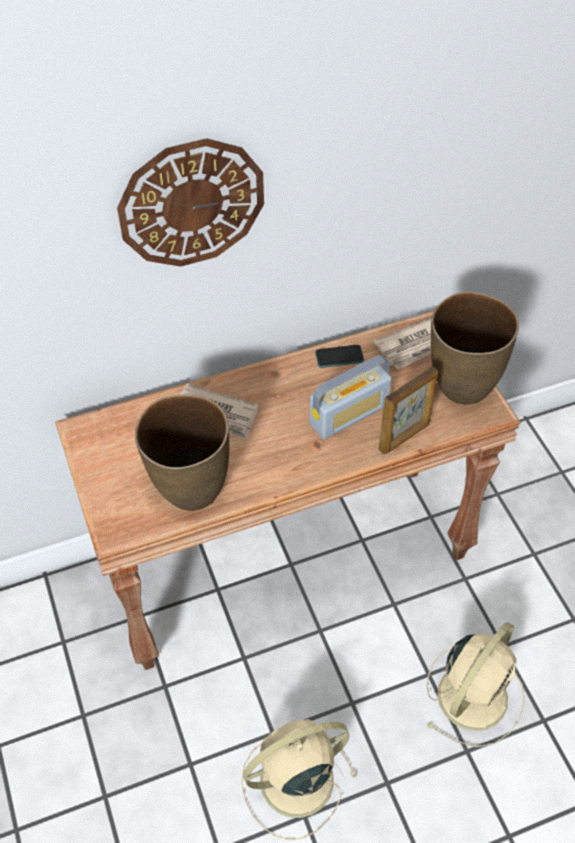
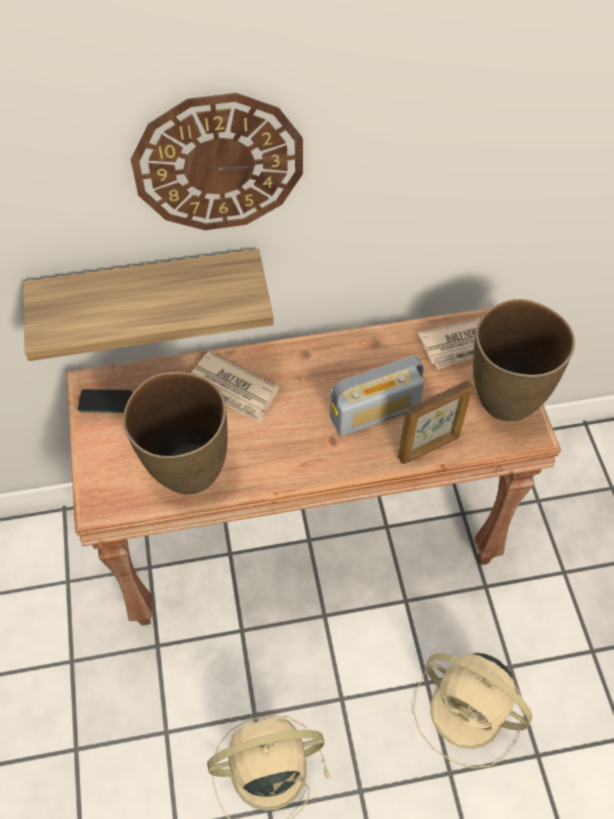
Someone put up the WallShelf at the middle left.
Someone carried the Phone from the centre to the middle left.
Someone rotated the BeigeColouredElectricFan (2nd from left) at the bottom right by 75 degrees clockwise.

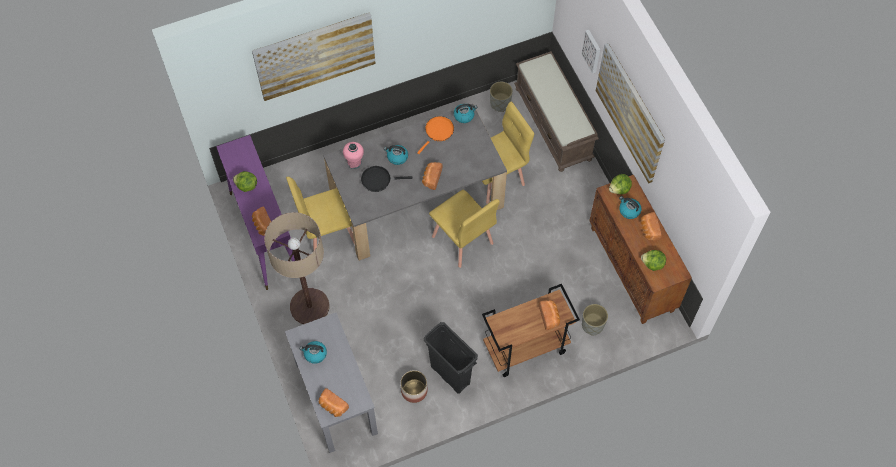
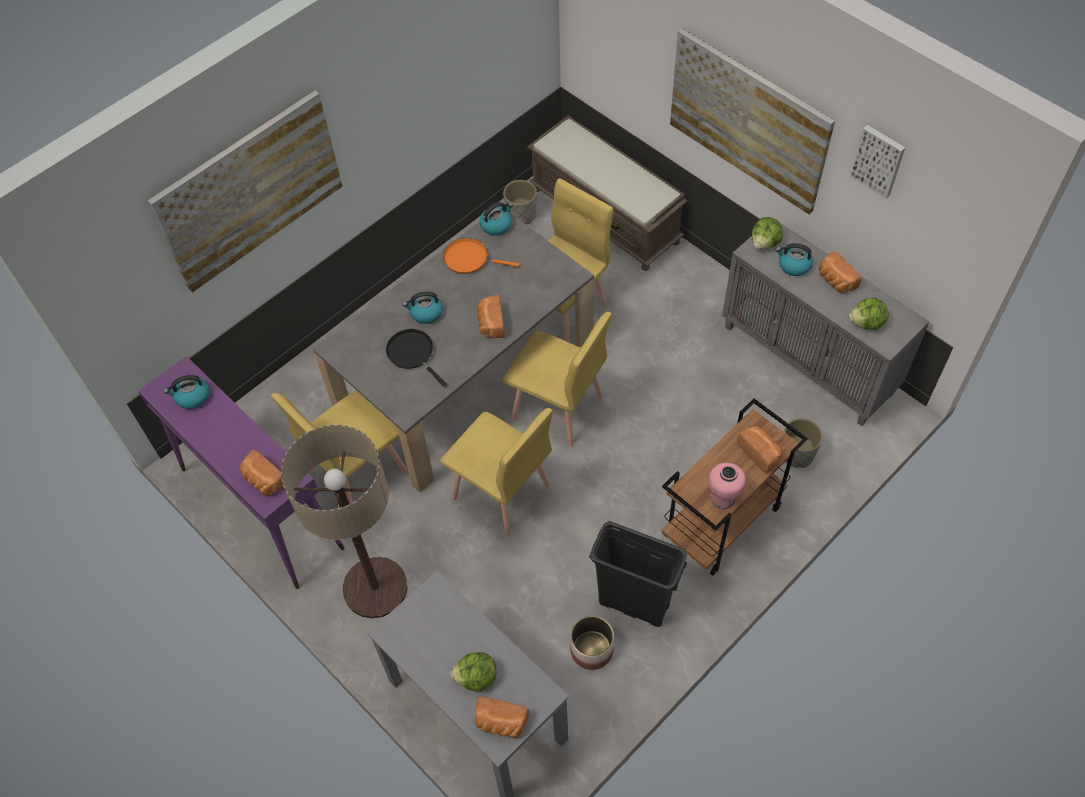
Someone put down the YellowColouredChair (2nd from left) at the centre.
Someone carried the LettuceHead (1st from left) from the middle left to the bottom centre.
Someone carried the Kettle (1st from left) from the bottom centre to the middle left.
Someone carried the PinkishDecorativeVase from the top centre to the middle right.
Someone carried the WallArt (2nd from left in the first image) from the top centre to the top right.
Someone repainted the BrownCabinet at the middle right, which became the GreyishCabinet at the middle right.
Someone rotated the BlackPan at the centre by 75 degrees clockwise.
Someone rotated the OrangeColouredPan at the top centre by 90 degrees counterclockwise.

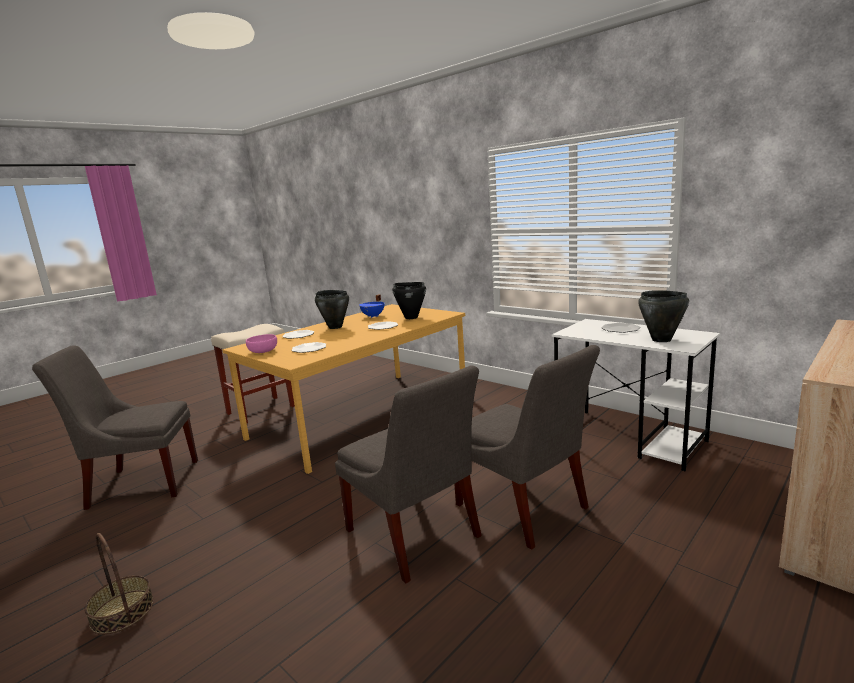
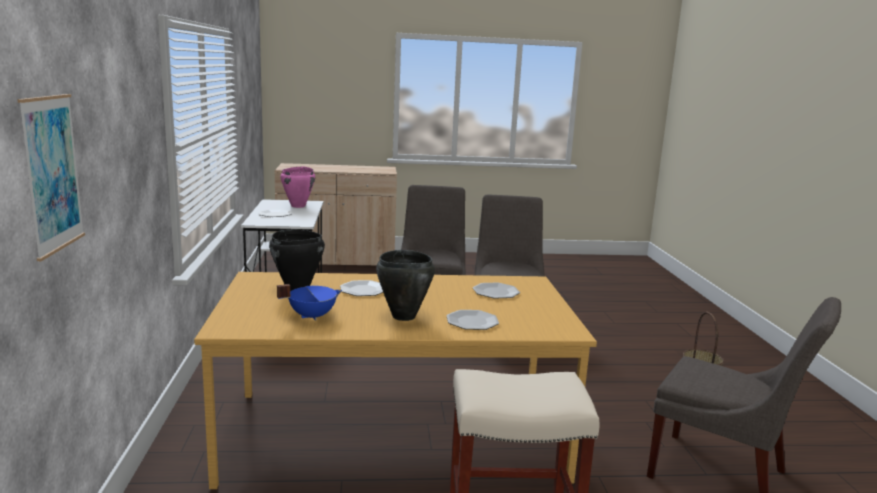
Someone took away the PinkishBowl at the middle left.
Someone put up the WallArt at the middle left.
Someone repainted the BlackSaucepot (3rd from left) at the middle right, which became the PinkishSaucepot at the centre.

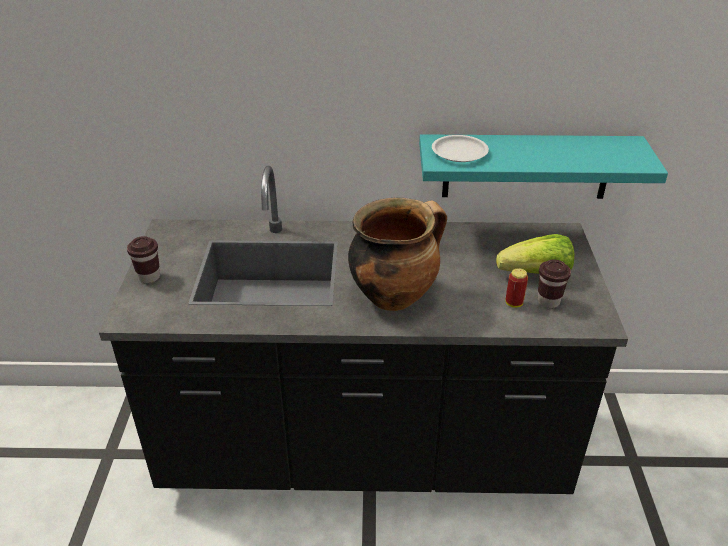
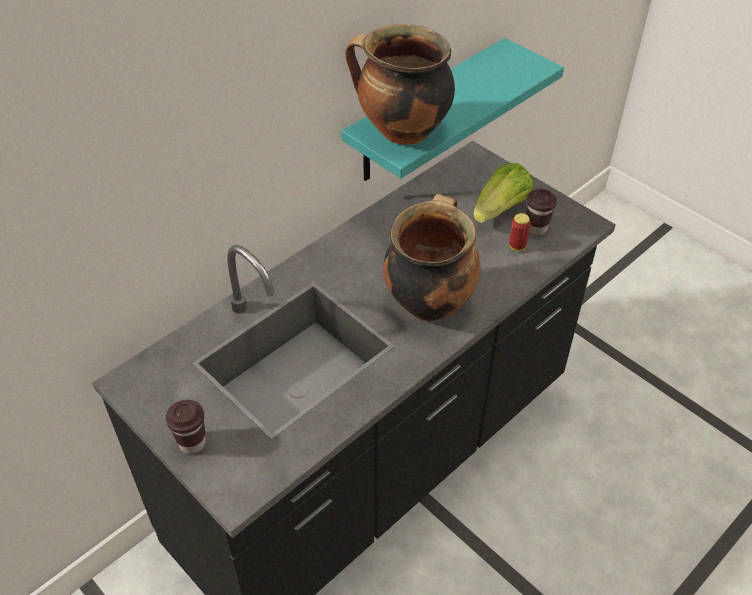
Someone swapped the WhiteFlatDish at the top centre for the Saucepot (1st from left) at the top centre.

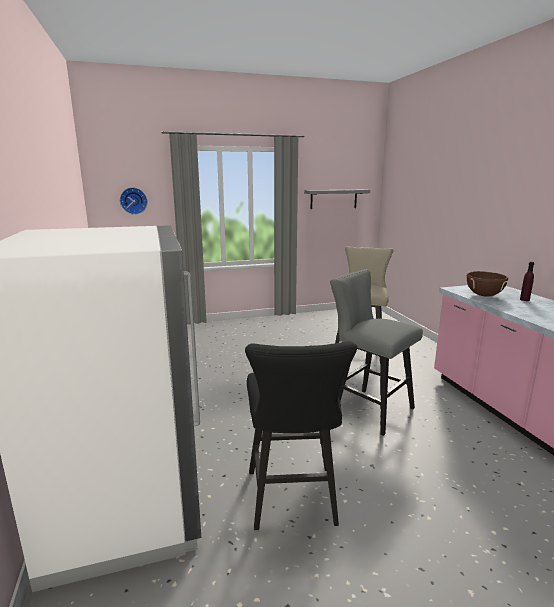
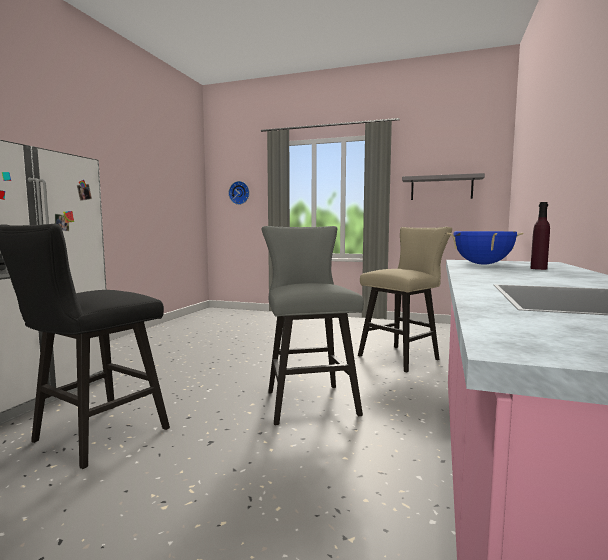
Someone repainted the BrownSaucepot at the middle right, which became the BlueSaucepot at the middle right.

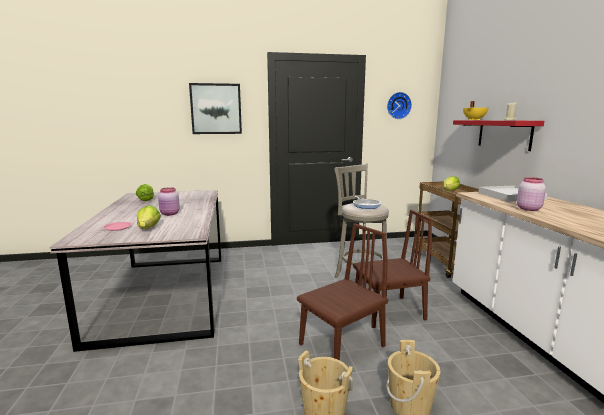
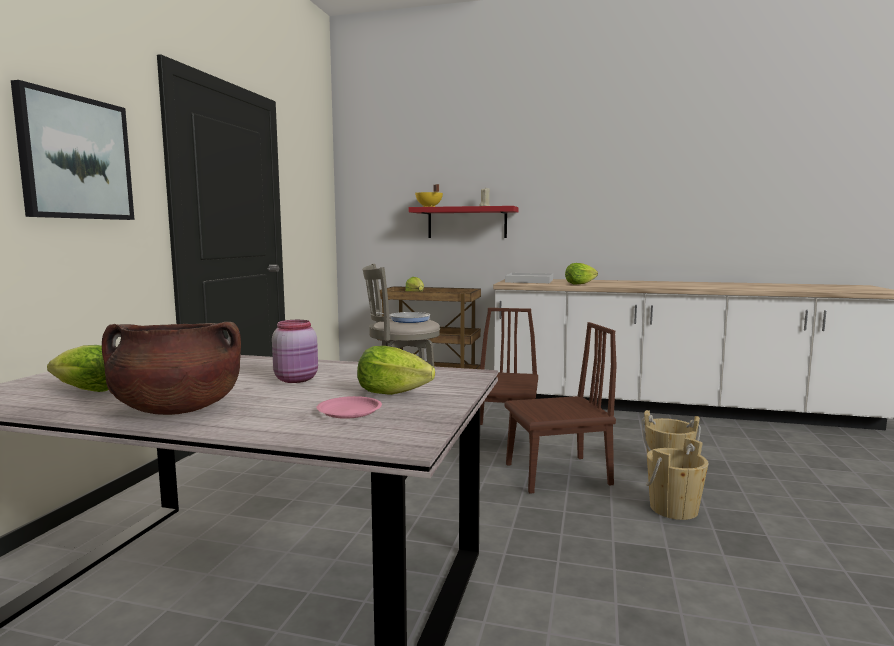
Someone took away the WallClock at the top centre.
Someone put down the BrownSaucepot at the middle left.
Someone swapped the PinkishStorageJar (2nd from left) at the middle right for the LettuceHead (4th from left) at the centre.
Someone rotated the BrownChair (1st from left in the first image) at the bottom centre by 90 degrees clockwise.

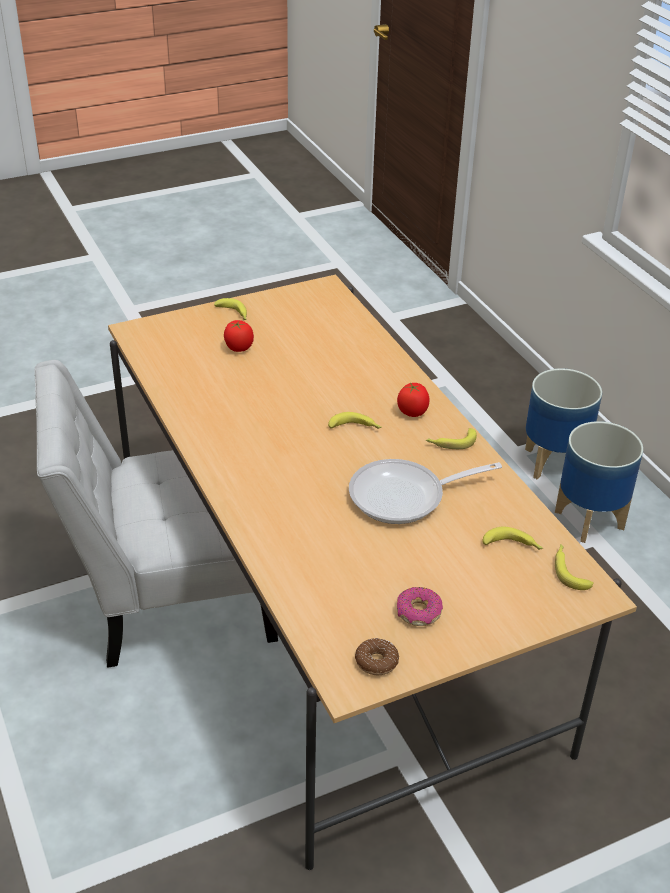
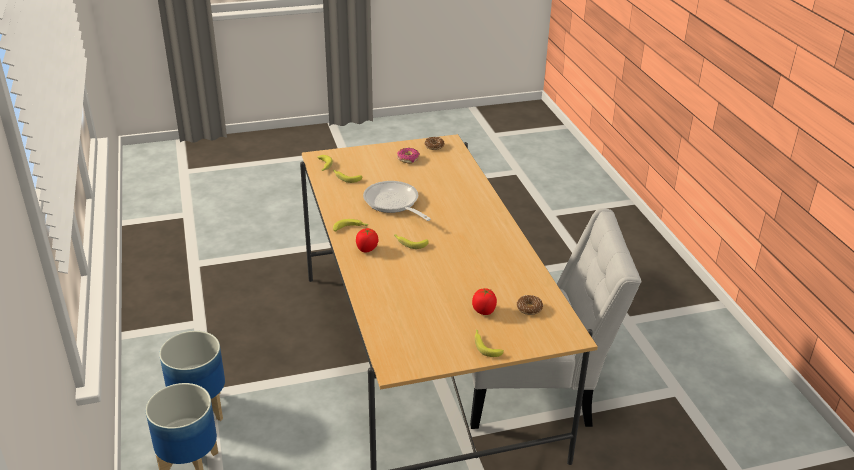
Someone put down the Doughnut (3rd from left) at the centre.
Someone rotated the Pan at the centre by 120 degrees counterclockwise.

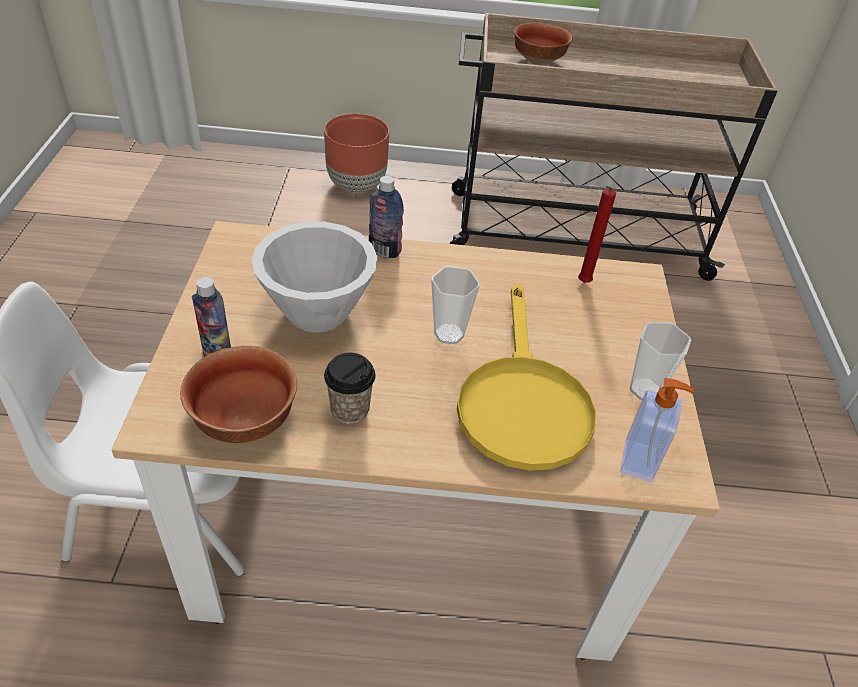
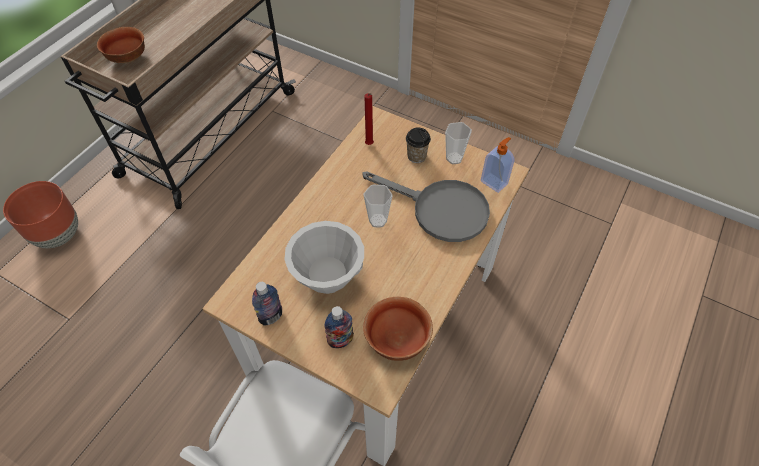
Someone carried the Cup (1st from left in the first image) from the centre to the top centre.
Someone carried the DrinkBottle (2nd from left in the first image) from the top centre to the centre.
Someone repainted the YellowColouredPan at the centre, which became the GreyishPan at the centre.

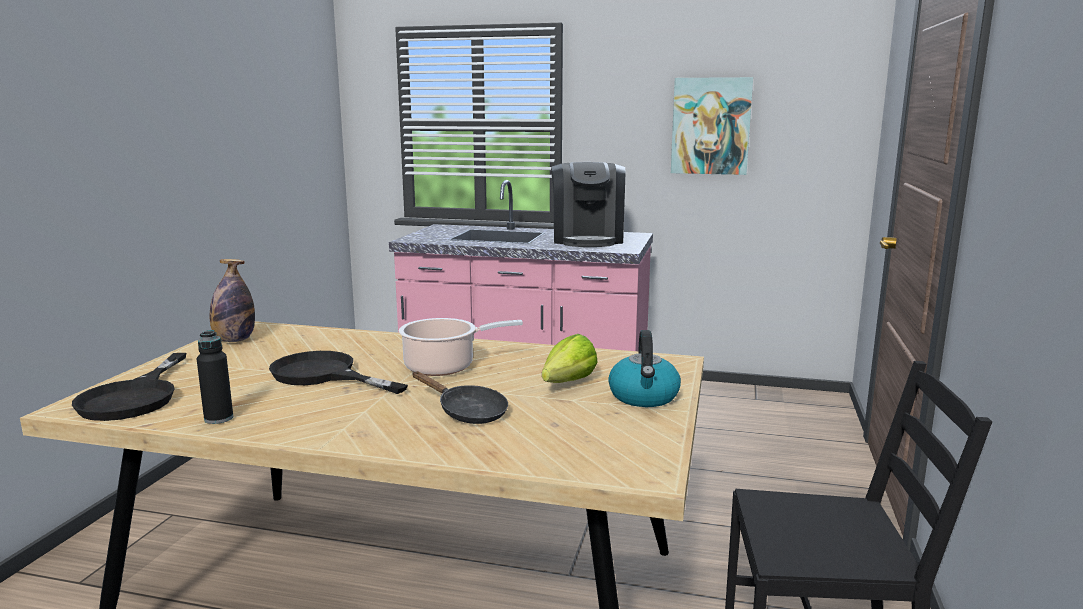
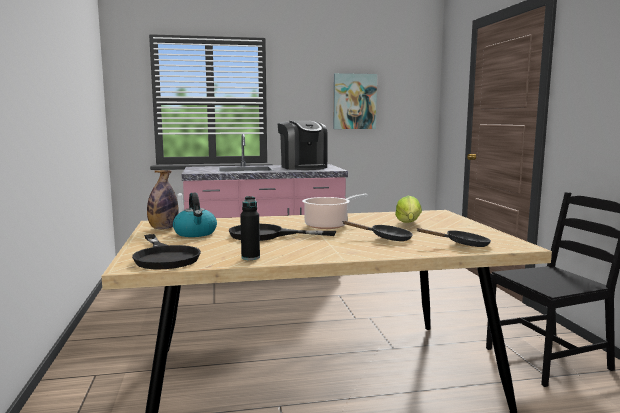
Someone put down the BlackPan (4th from left) at the middle right.
Someone carried the Kettle from the centre to the middle left.

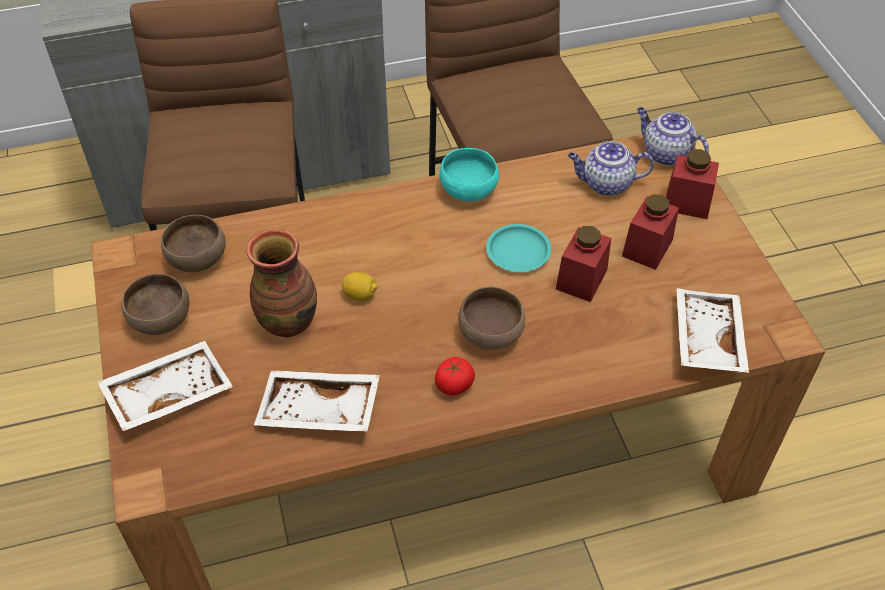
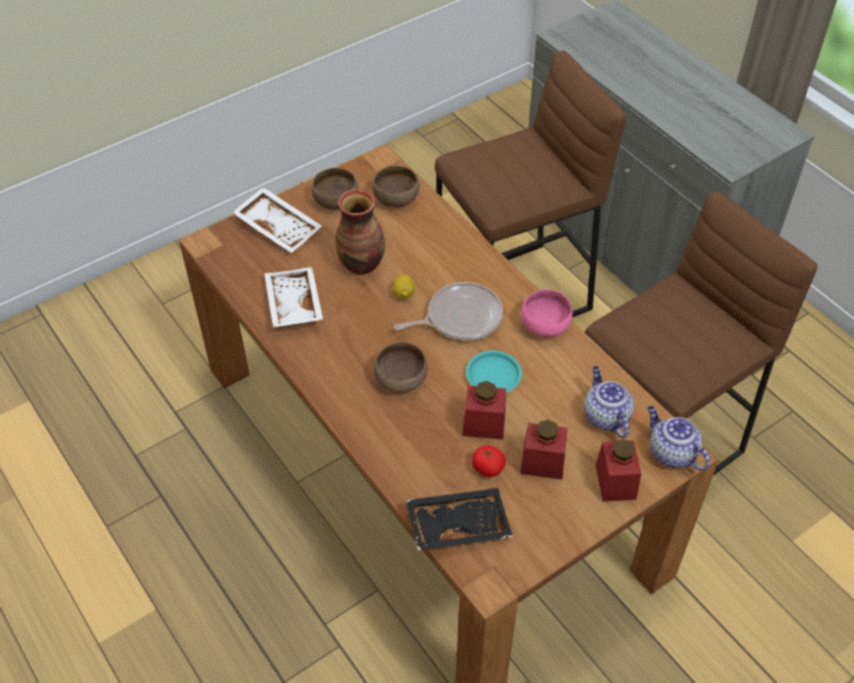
Someone put down the Pan at the centre.
Someone carried the WholeTomato from the centre to the bottom centre.
Someone repainted the BlueGreenBowl at the top centre, which became the PinkishBowl at the centre.
Someone repainted the WhiteTray (3rd from left) at the middle right, which became the BlackTray at the bottom centre.
Someone rotated the Teapot (2nd from left) at the top right by 60 degrees counterclockwise.

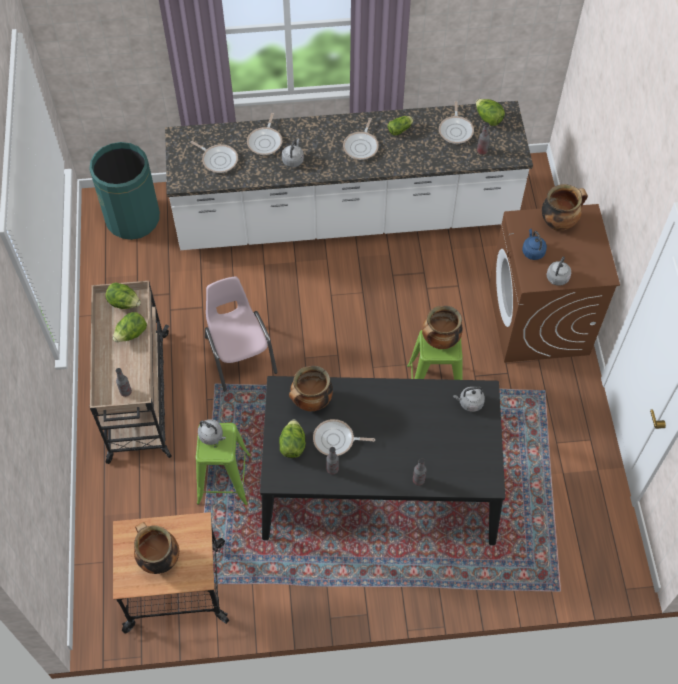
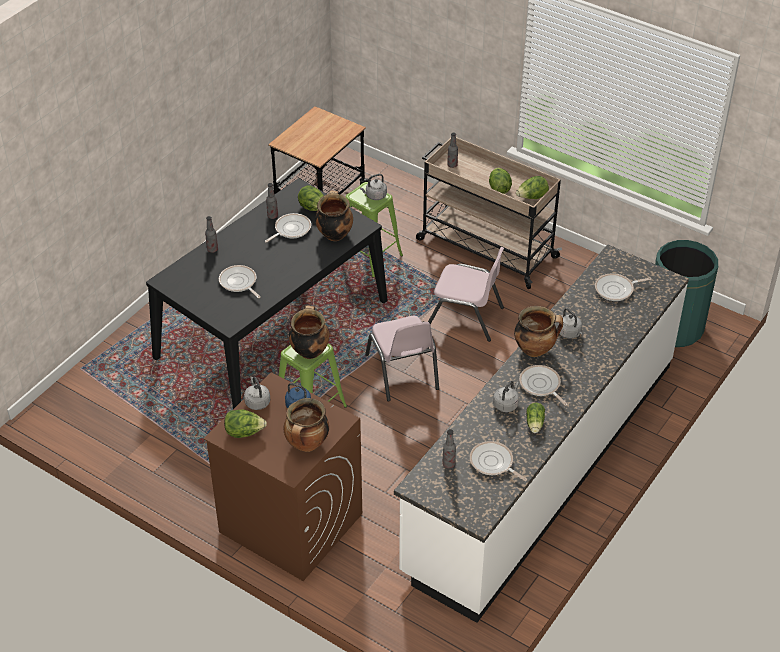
Someone put down the PinkishChair (1st from left) at the centre.
Someone carried the Saucepot (1st from left in the first image) from the bottom left to the middle right.
Someone carried the Pan (2nd from left in the first image) from the top centre to the middle left.
Someone carried the GreyishKettle (3rd from left) from the middle right to the centre.
Someone carried the LettuceHead (5th from left in the first image) from the top right to the middle left.

